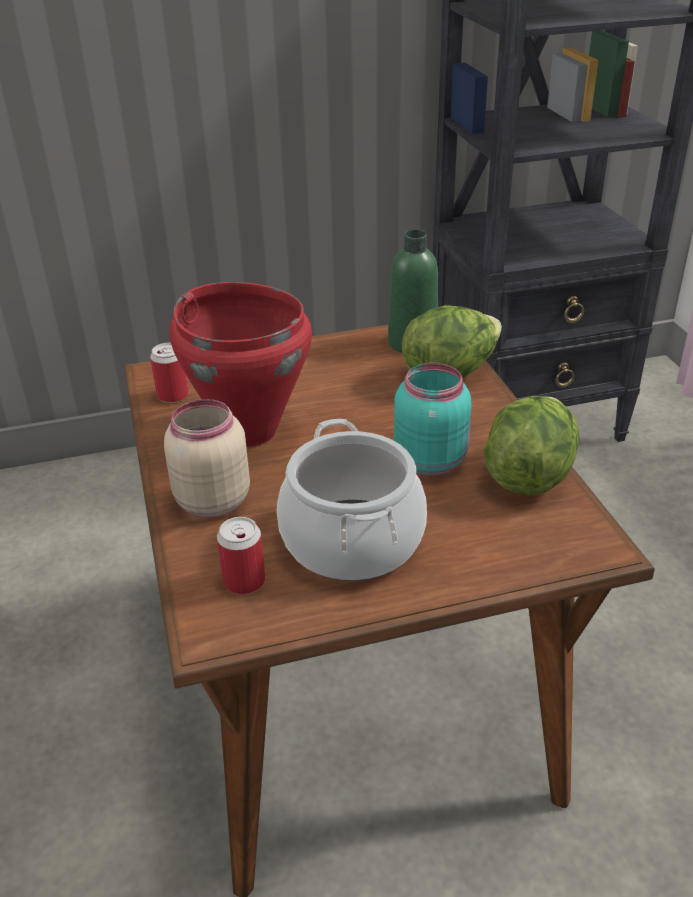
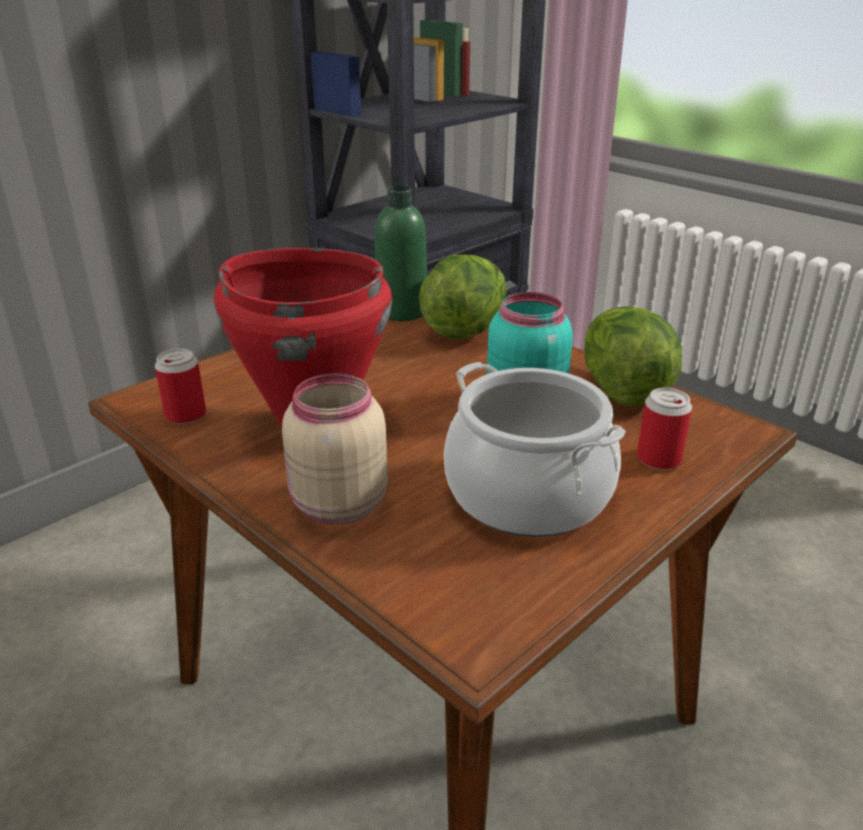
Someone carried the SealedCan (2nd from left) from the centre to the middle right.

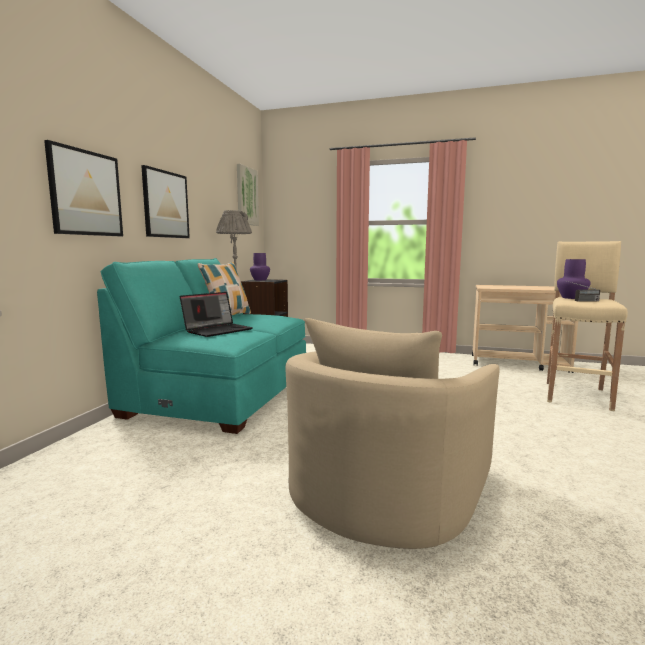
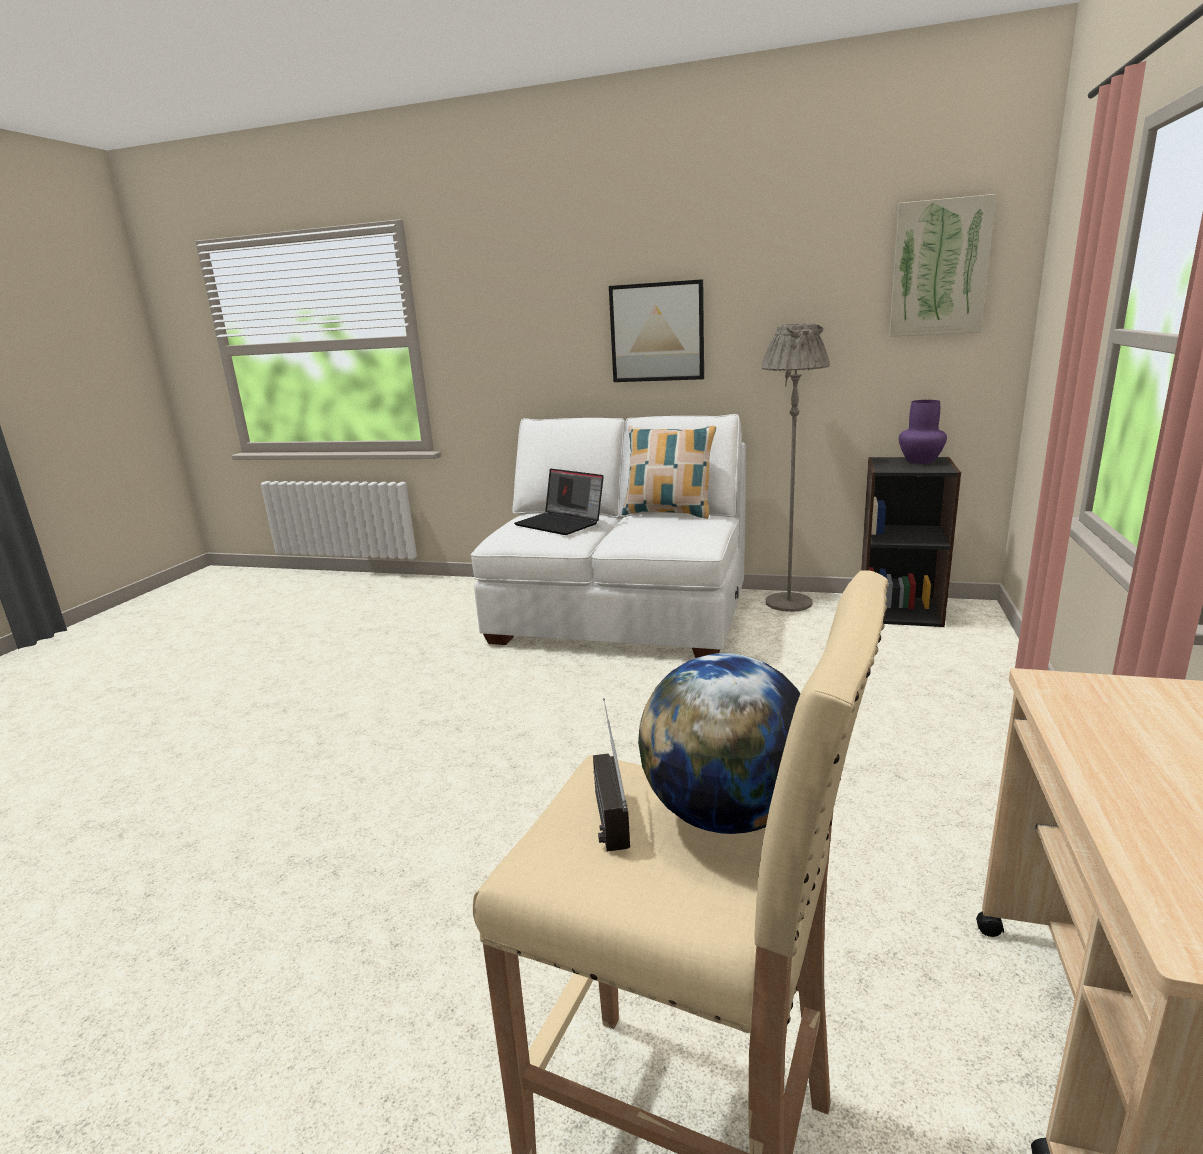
Someone took away the WallArt (1st from left) at the top left.
Someone took away the BeigeColouredArmchair at the bottom centre.
Someone swapped the PurpleDecorativeVase (2nd from left) at the middle right for the WorldGlobe at the centre.
Someone repainted the BlueGreenSofa at the middle left, which became the WhiteSofa at the centre.

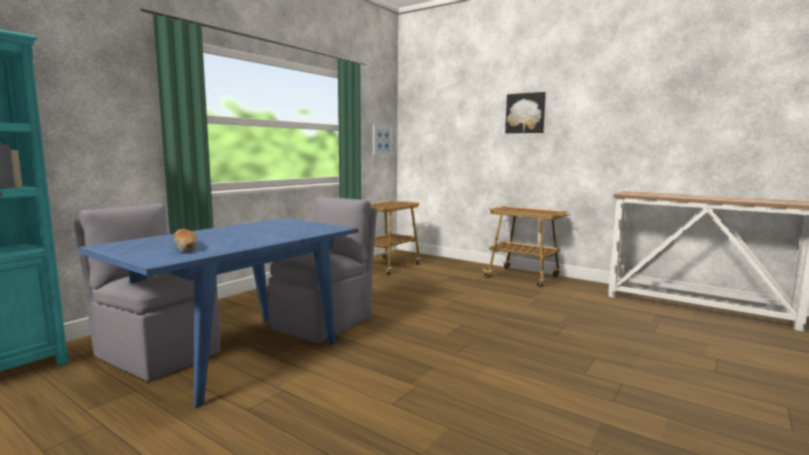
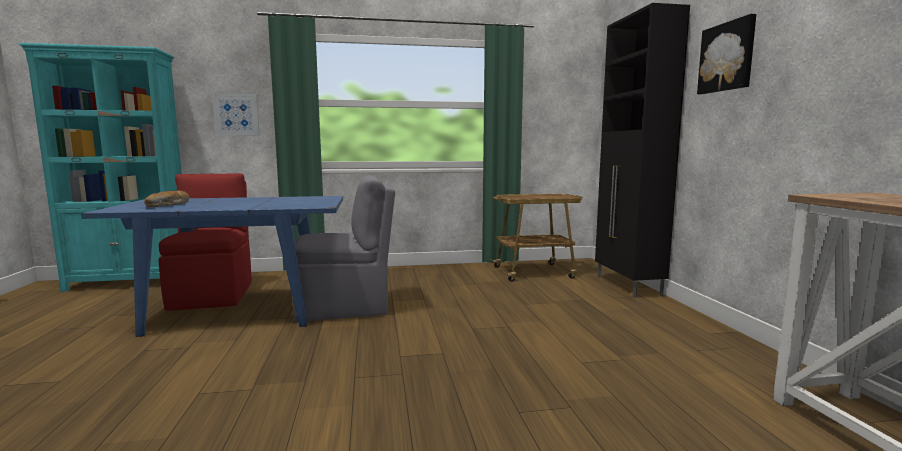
Someone took away the Cart (2nd from left) at the centre.
Someone put down the BlackCabinet at the top right.
Someone carried the WallArt (1st from left) from the top centre to the top left.
Someone repainted the GreyishChair (1st from left) at the middle left, which became the ReddishChair at the middle left.

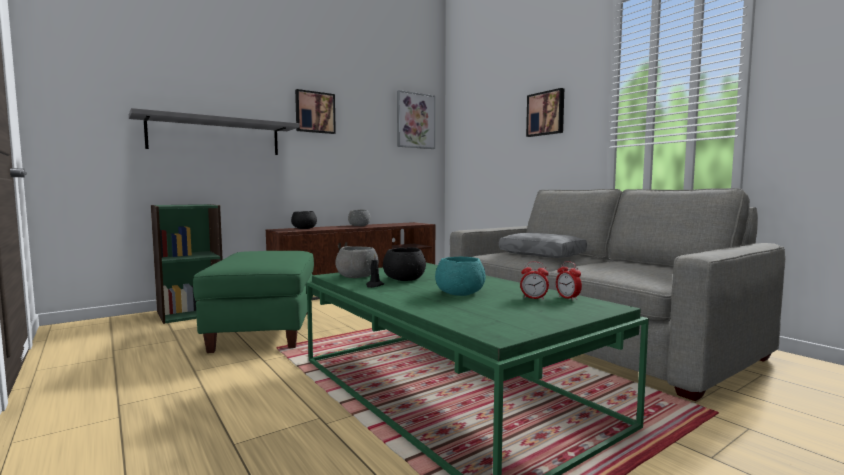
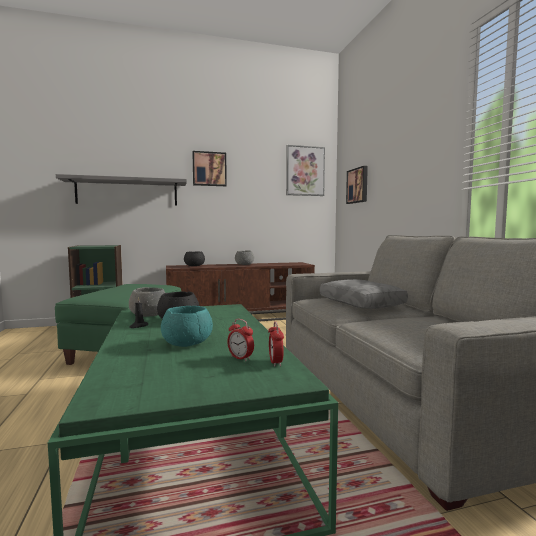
Someone carried the WallArt (3rd from left) from the top centre to the centre.

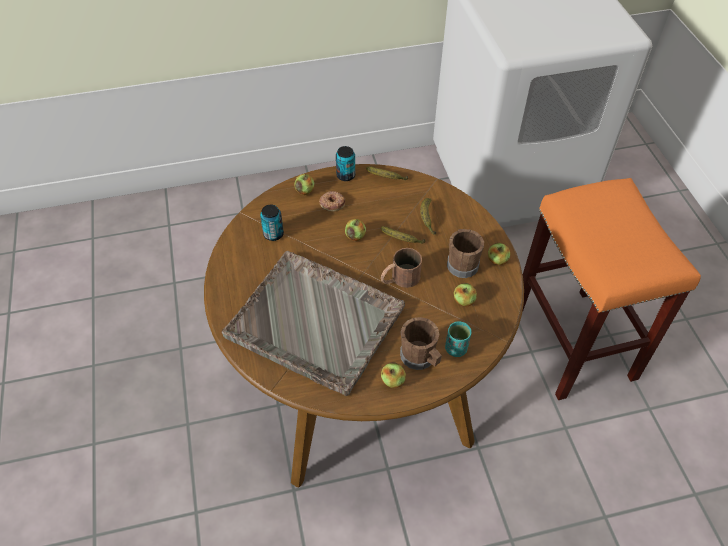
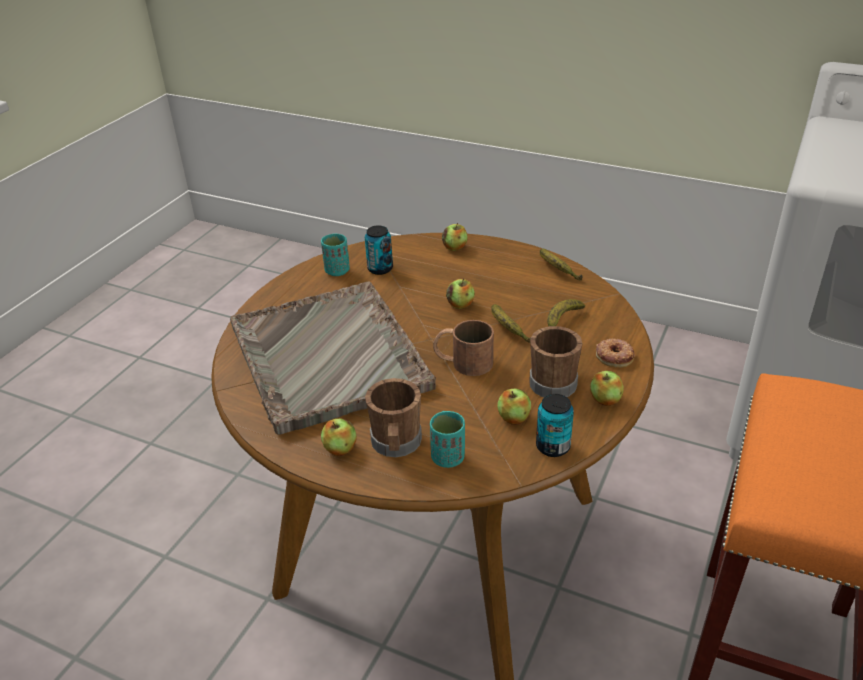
Someone put down the BlueGreenCup (1st from left) at the centre.
Someone carried the Doughnut from the centre to the middle right.
Someone carried the SealedCan (2nd from left) from the top centre to the centre.

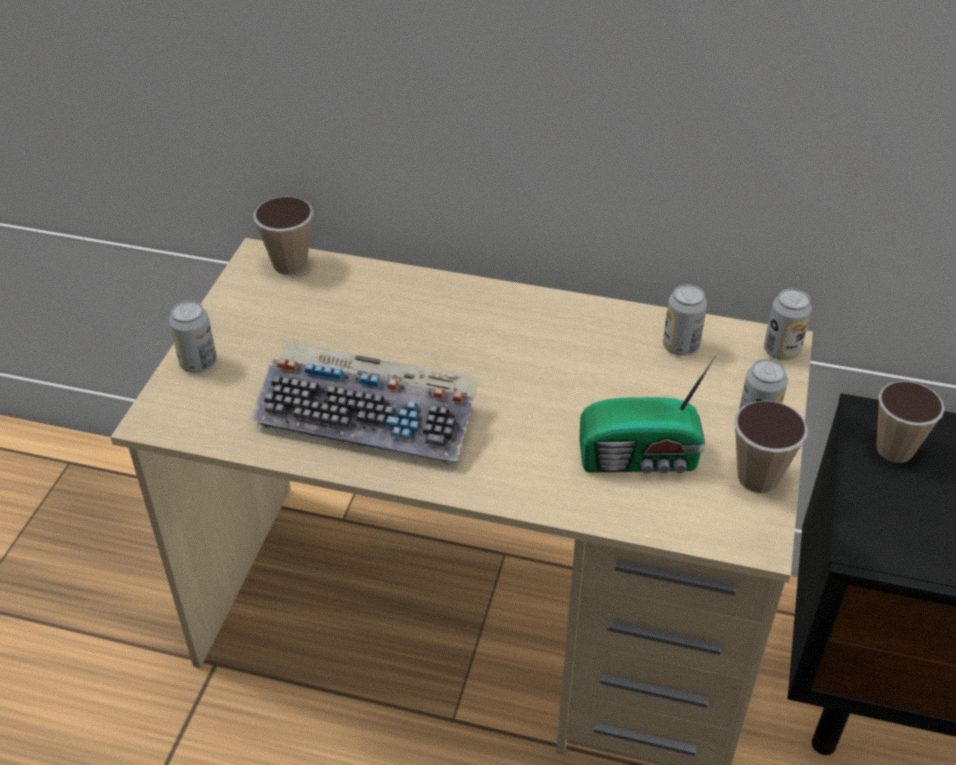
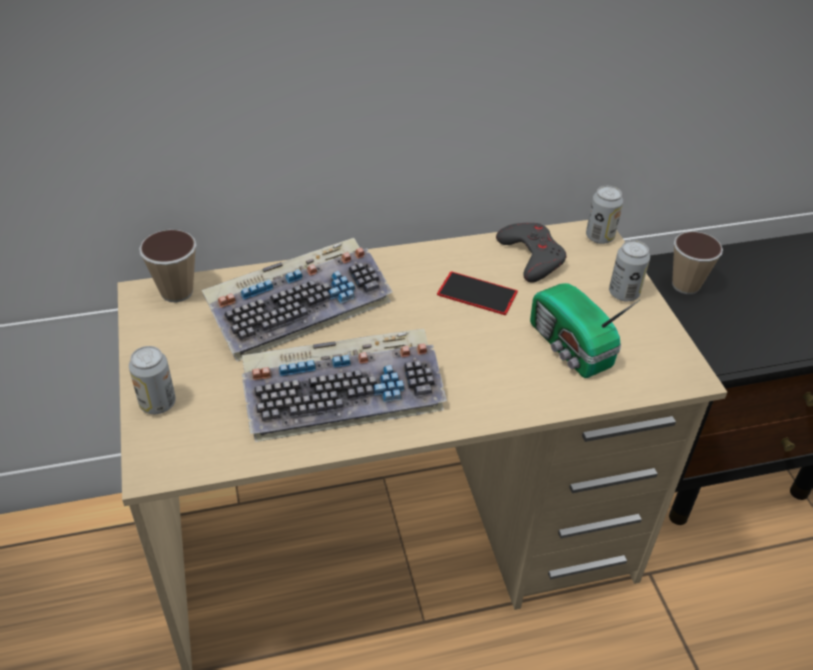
Someone took away the Cup (2nd from left) at the middle right.
Someone put down the PcKeyboard (1st from left) at the centre.
Someone put down the Phone at the centre.
Someone swapped the SealedCan (2nd from left) at the middle right for the GreyishJoypad at the centre.
Someone rotated the RadioReceiver at the middle right by 90 degrees clockwise.

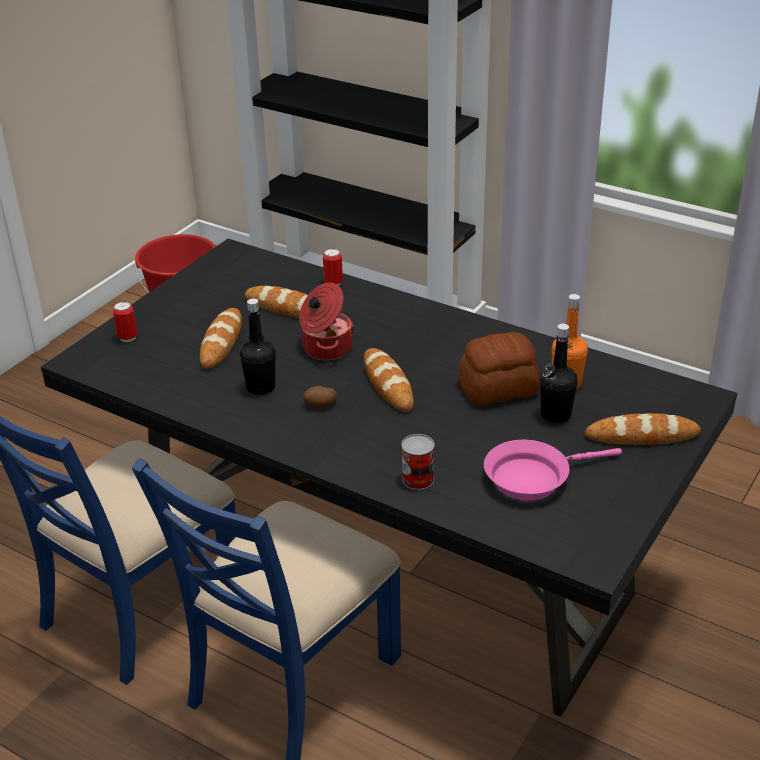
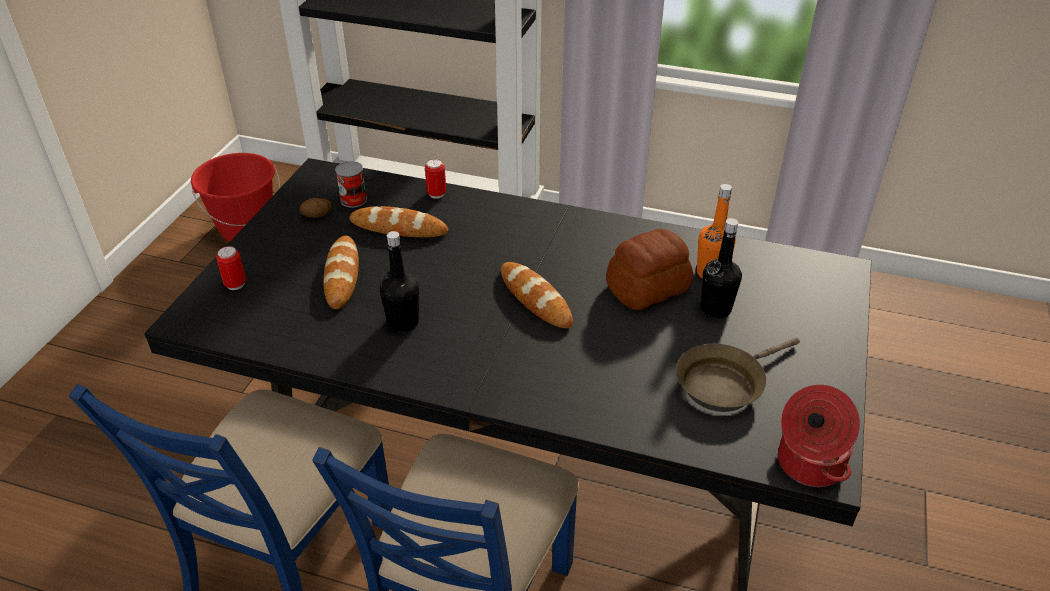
Someone took away the Bread (5th from left) at the middle right.
Someone carried the Saucepot from the centre to the bottom right.
Someone carried the Potato from the centre to the middle left.
Someone carried the SealedCan (3rd from left in the first image) from the centre to the top centre.
Someone repainted the PinkishPan at the middle right, which became the BrownPan at the middle right.

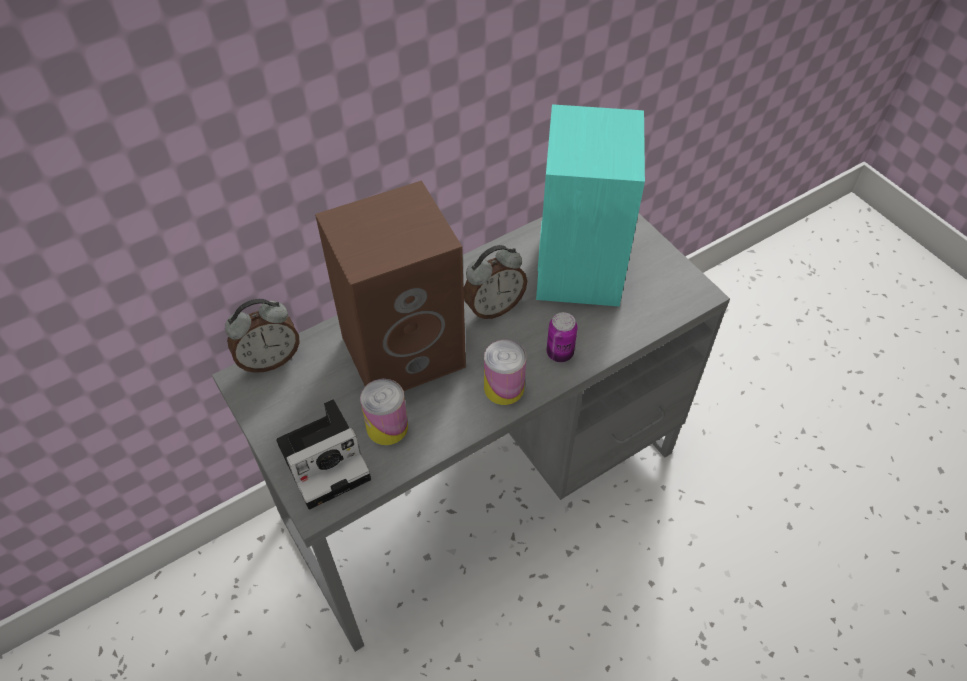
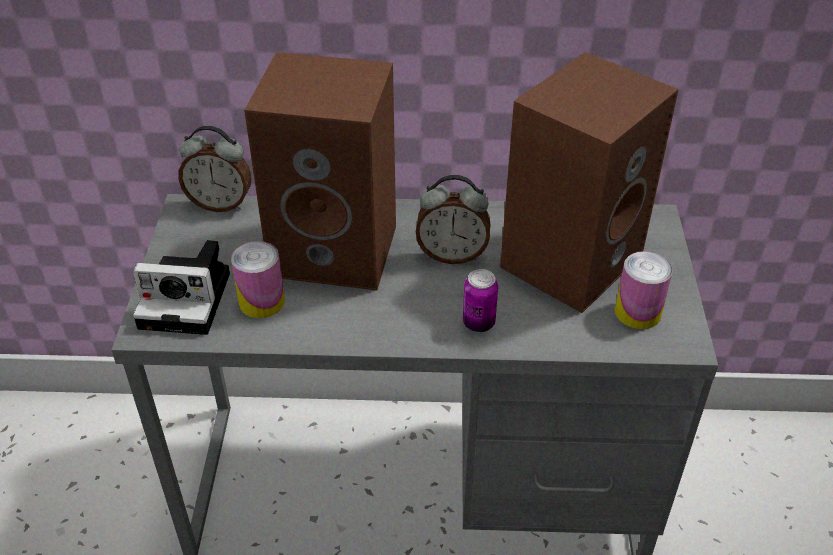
Someone carried the SealedCan (2nd from left in the first image) from the centre to the middle right.
Someone repainted the BlueGreenLoudspeaker at the top centre, which became the BrownLoudspeaker (2nd from left) at the top right.

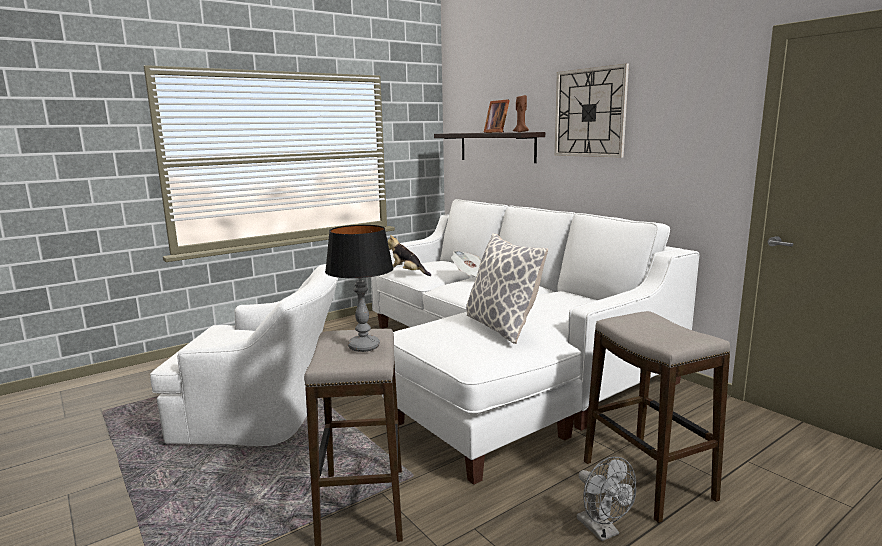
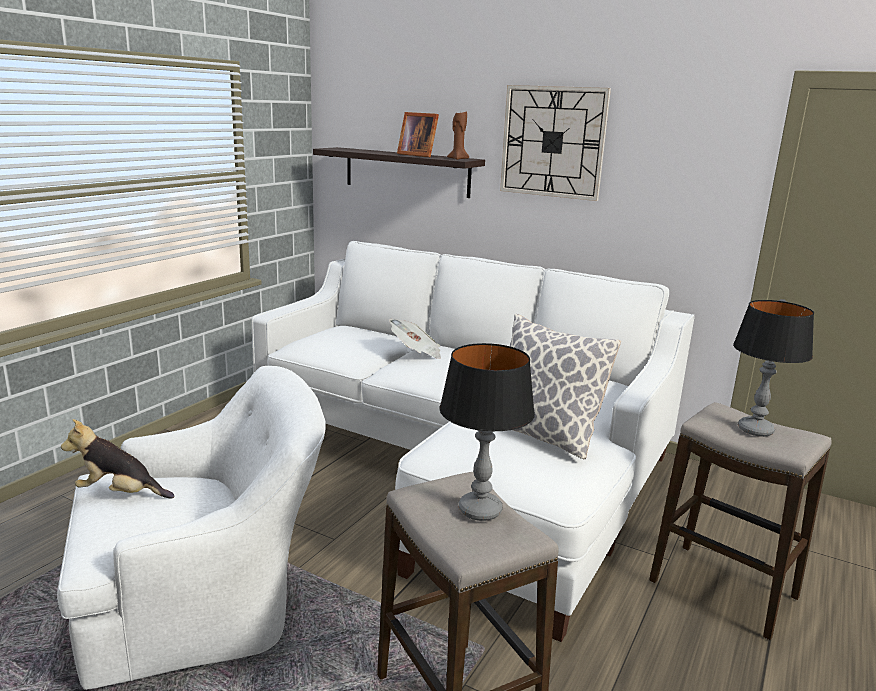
Someone took away the GreyishElectricFan at the bottom right.
Someone put down the LampForATable (2nd from left) at the middle right.
Someone carried the SoftToy from the centre to the middle left.

